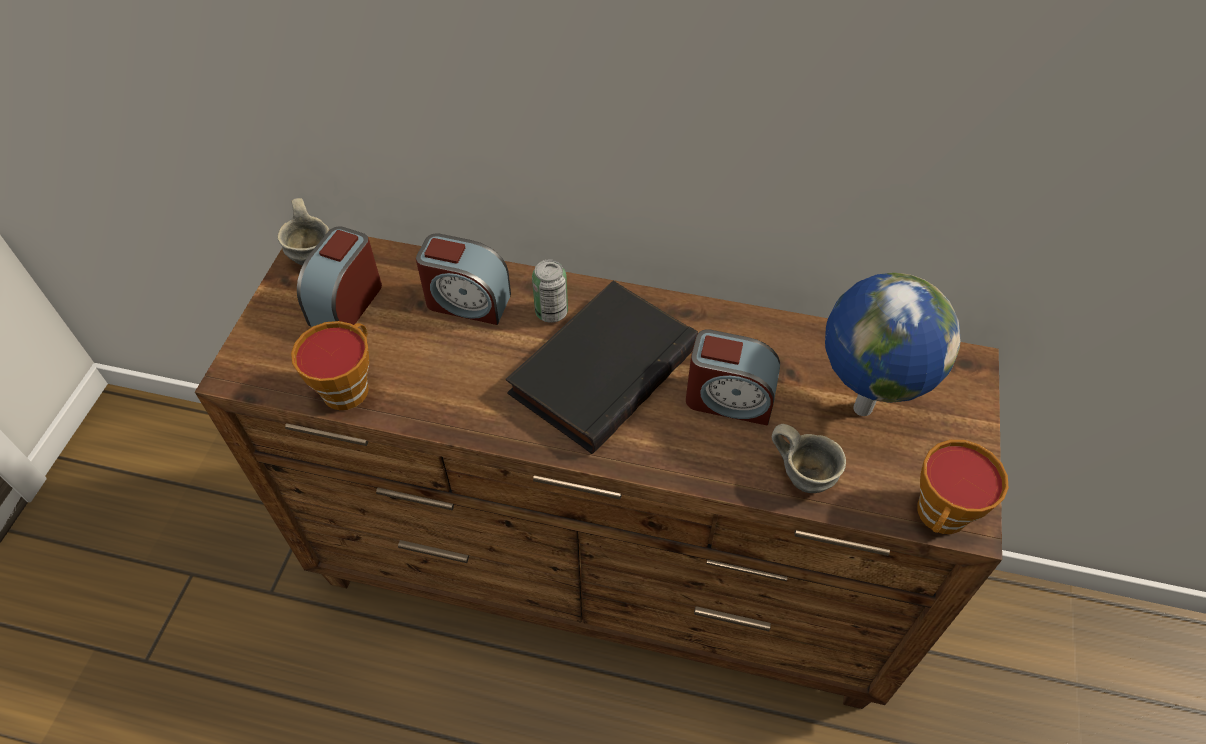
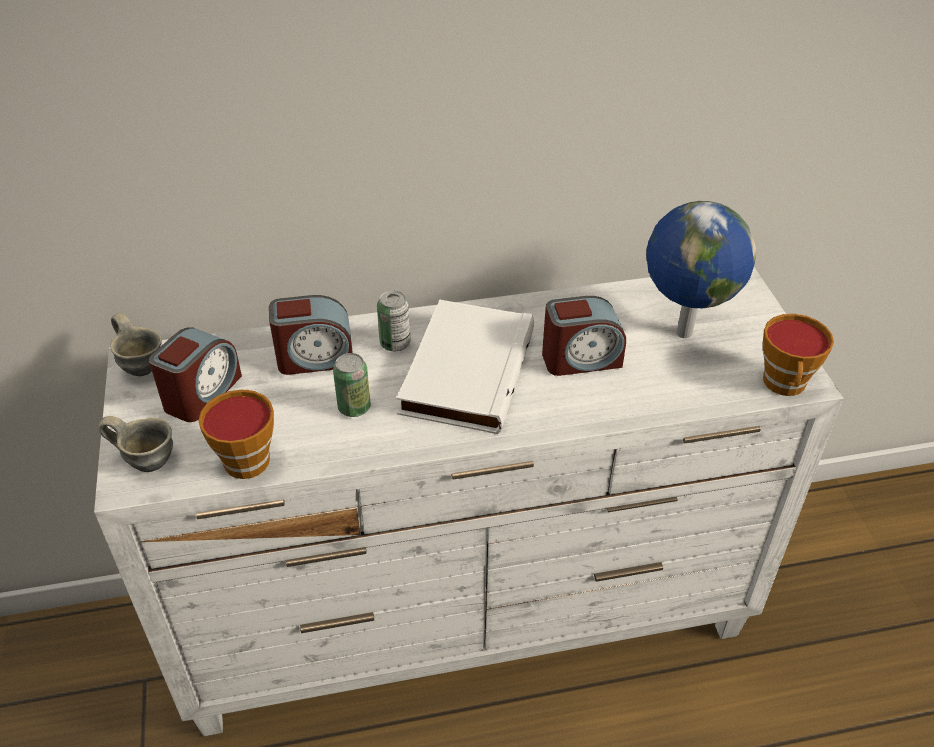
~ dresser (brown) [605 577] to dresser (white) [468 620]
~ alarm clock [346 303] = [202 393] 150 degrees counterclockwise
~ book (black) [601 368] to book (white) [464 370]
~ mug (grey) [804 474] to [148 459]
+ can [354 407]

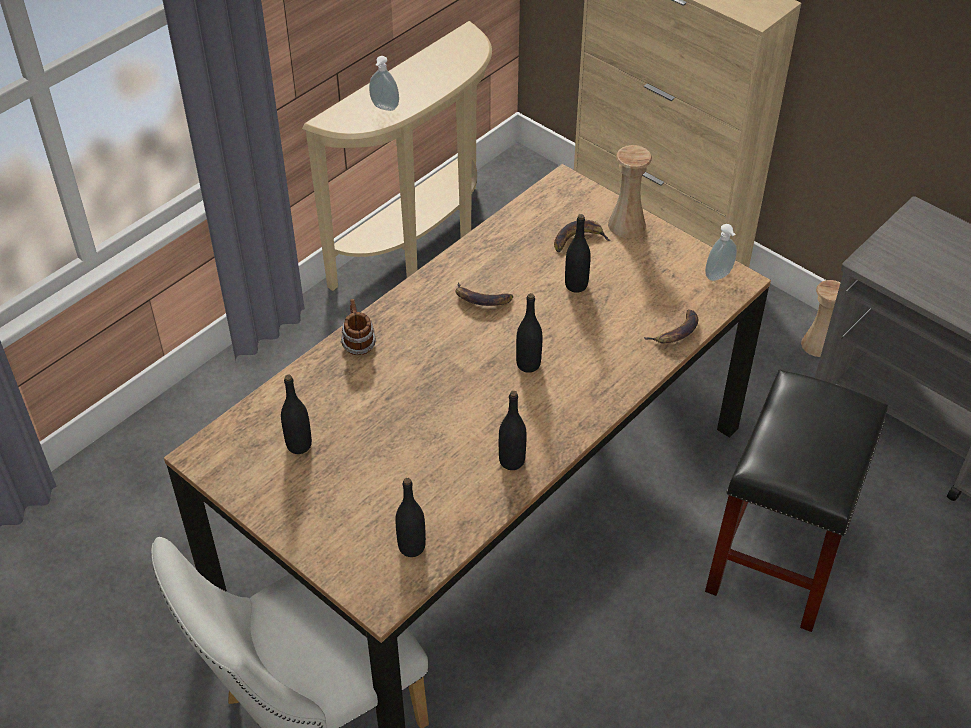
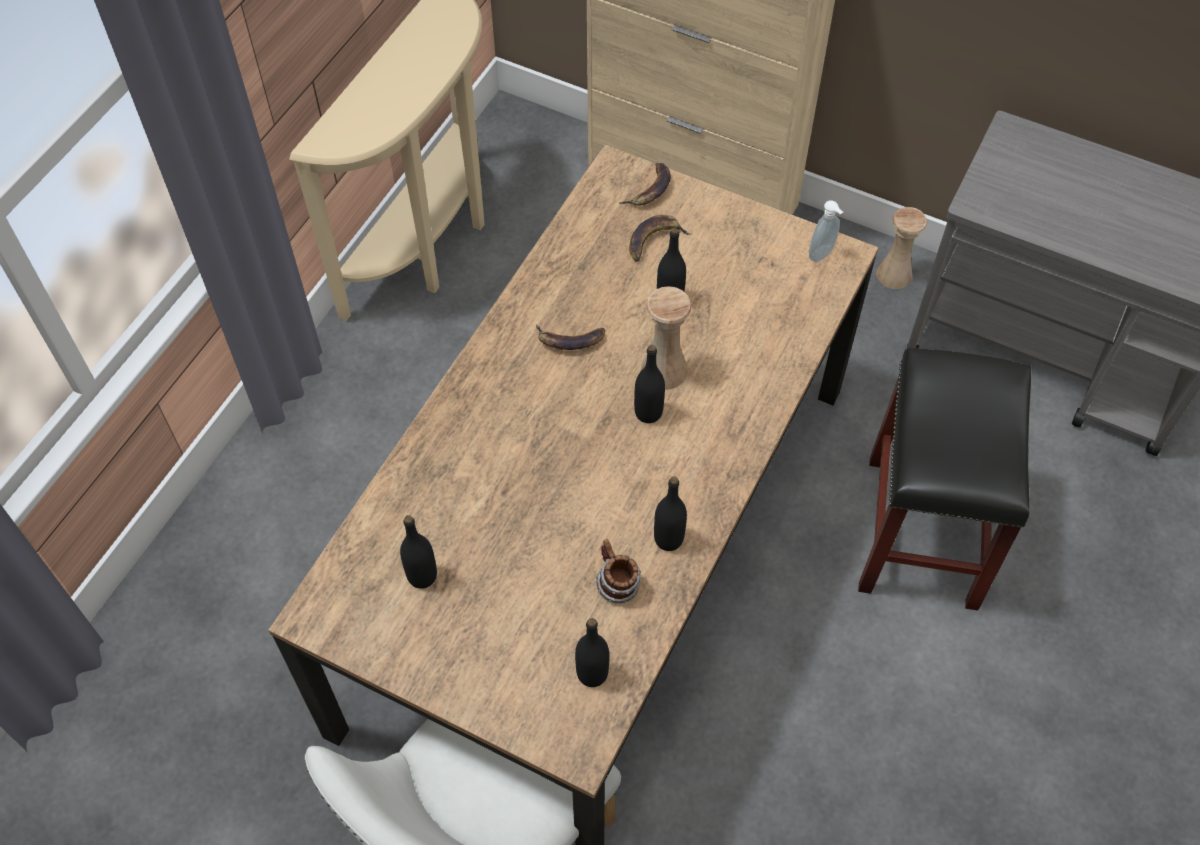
~ mug [358 343] to [616 584]
- soap dispenser [384 108]
~ vase (beige) [626 225] to [664 370]
~ banana [676 332] to [650 190]

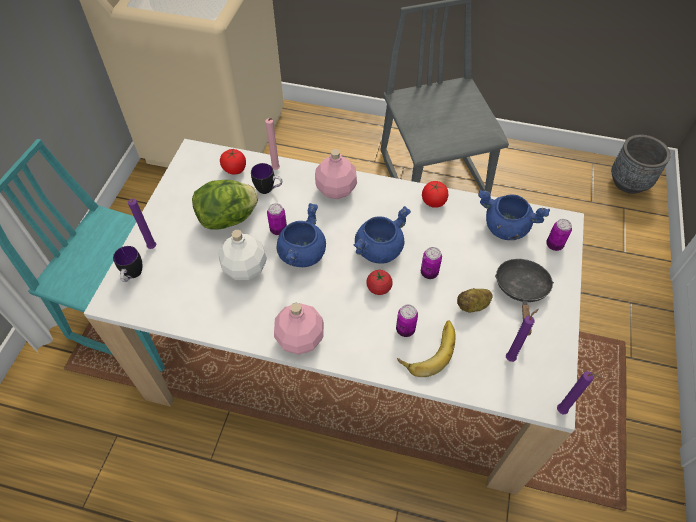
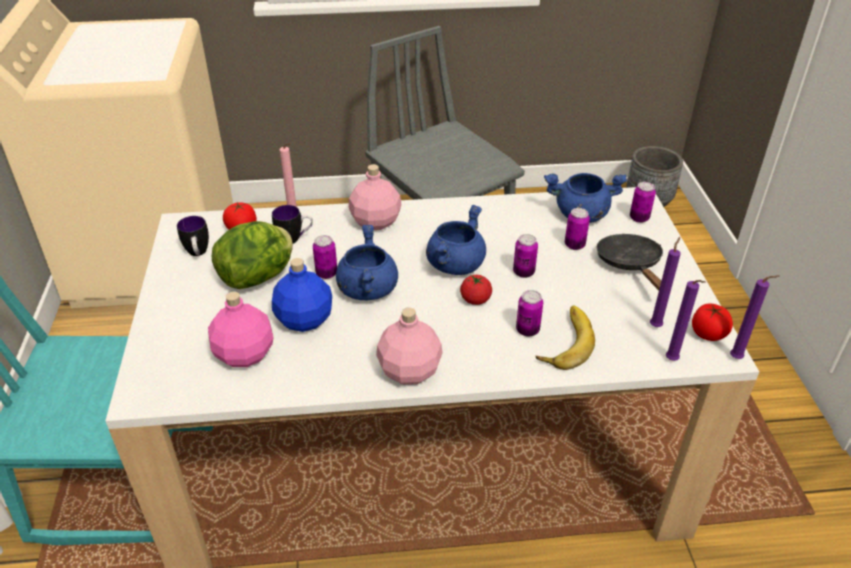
~ mug [132 276] to [198 254]
~ candle (purple) [152 248] to [673 361]
~ bottle (white) [245 267] to bottle (blue) [304 319]
~ tomato [433 201] to [708 333]
- potato [473 306]
+ bottle (pink) [244 355]
+ can [574 245]

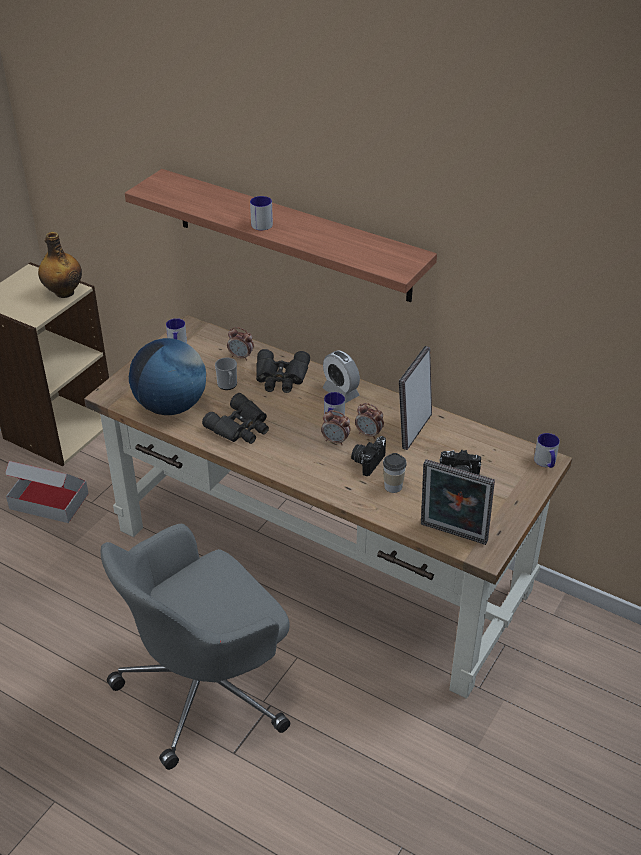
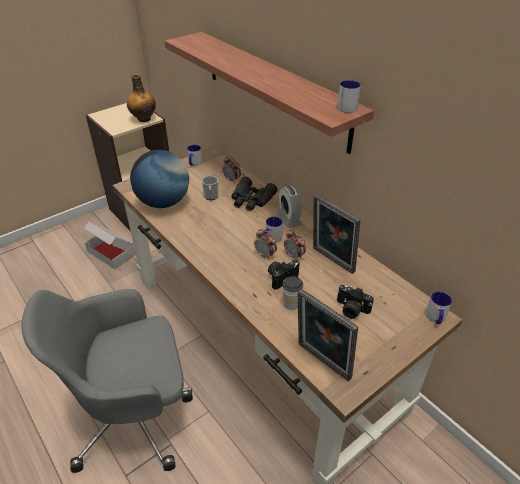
- binoculars (black) [241 427]
~ mug [260 222] to [346 106]
~ picture frame [413 430] = [331 261] 90 degrees counterclockwise

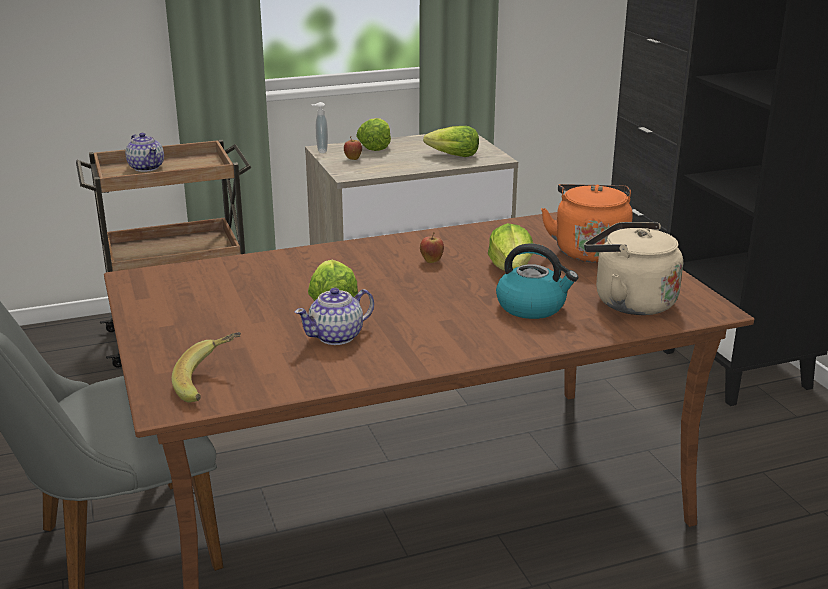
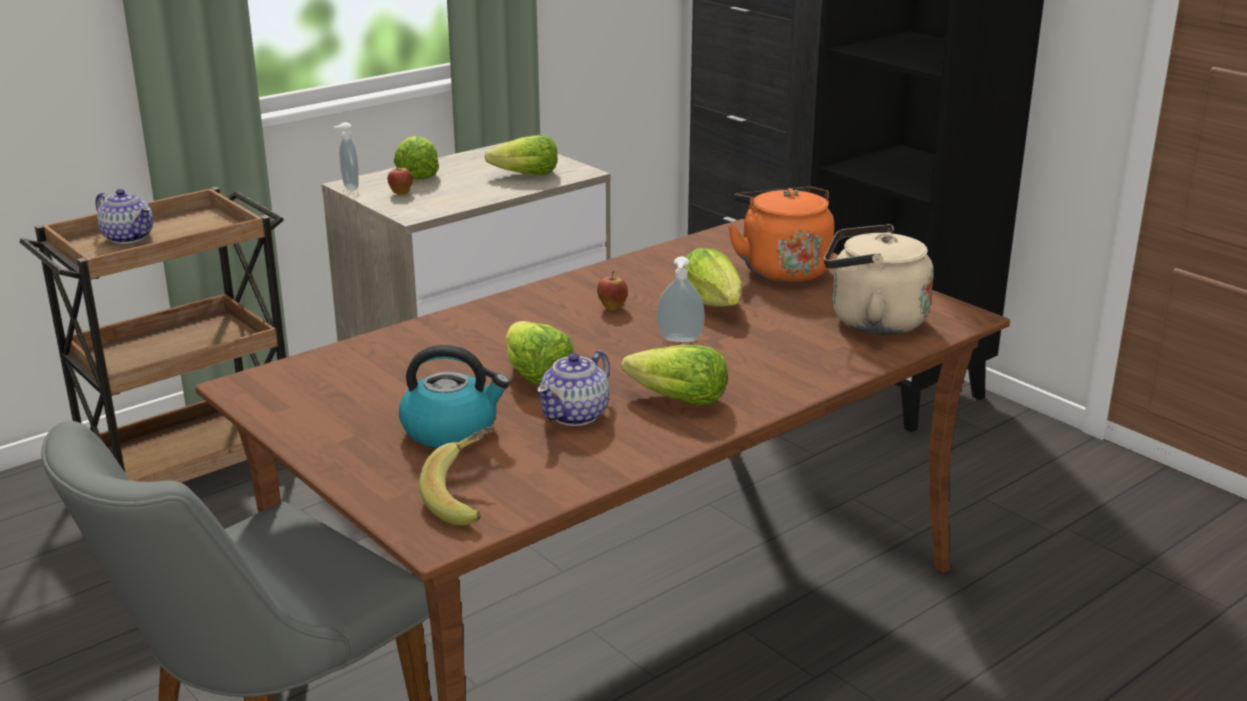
~ kettle [532 307] to [451 429]
+ lettuce [677 400]
+ soap dispenser [679 340]

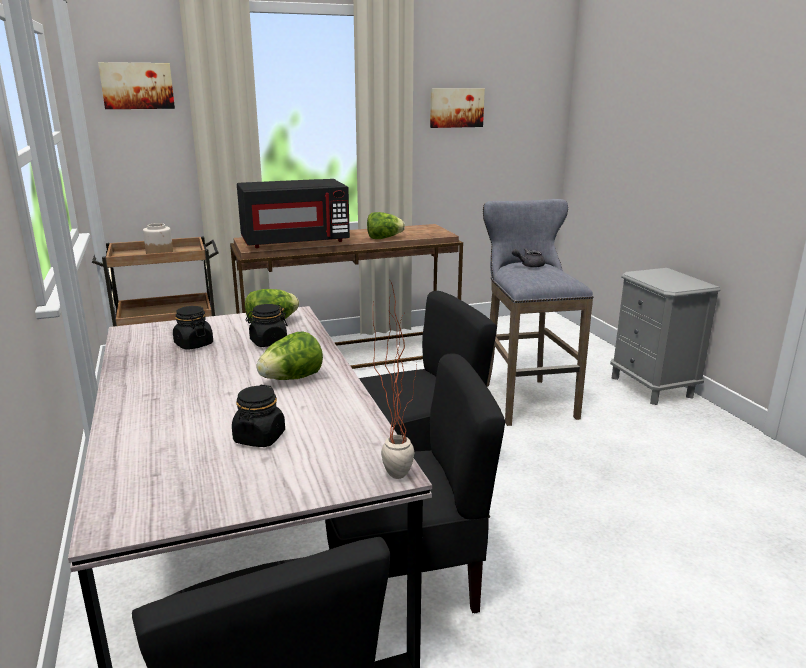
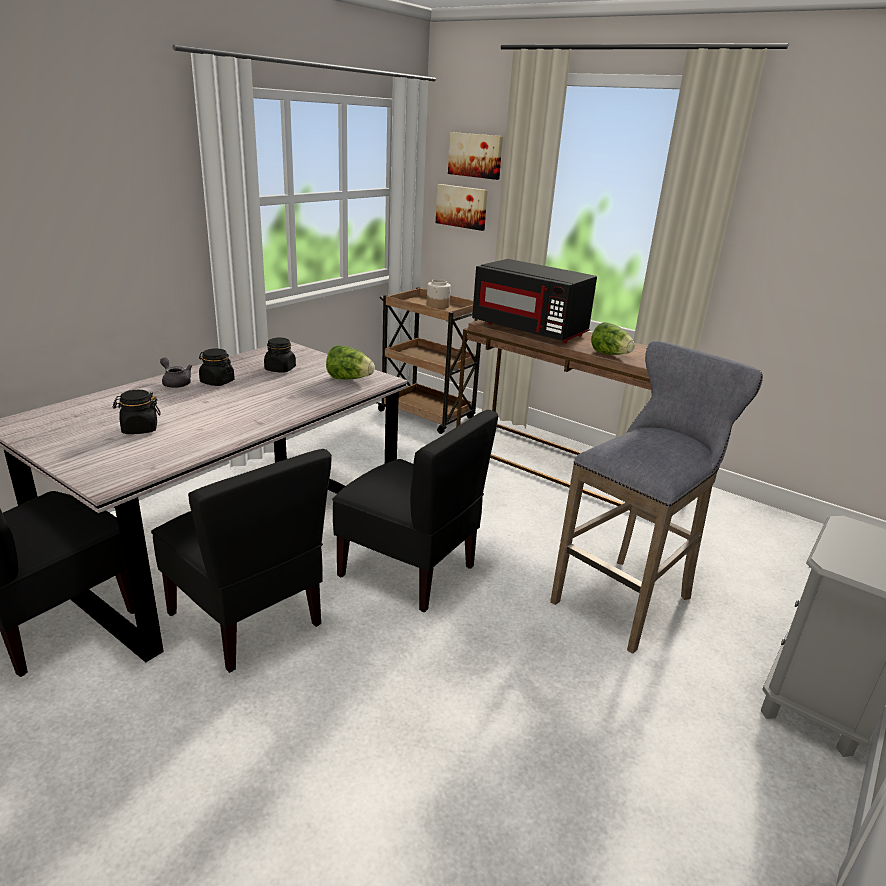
~ jar (black) [268 342] to [217 382]
- lettuce [292 379]
- potted plant [395 469]
~ picture [456 108] to [462 206]
~ teapot (grey) [529 265] to [175 383]

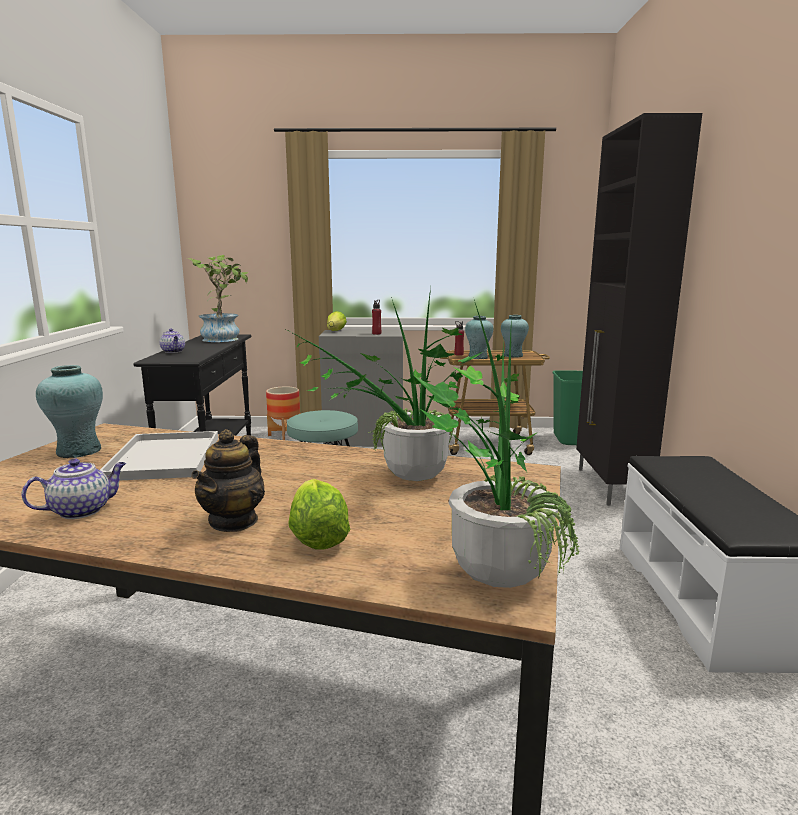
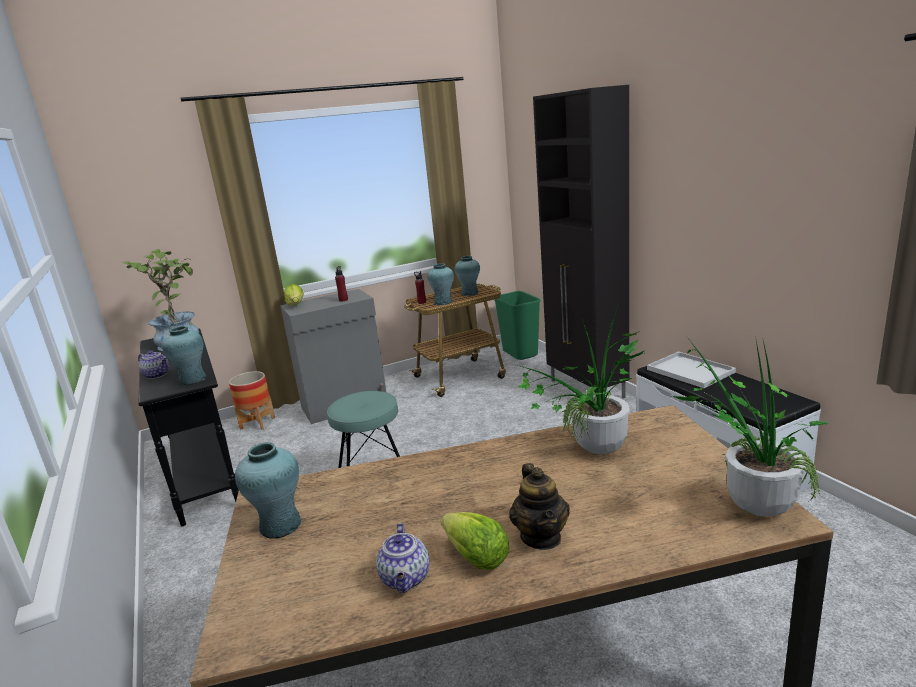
~ teapot [82 510] = [406 579] 150 degrees clockwise
~ tray (white) [163 457] to [688 371]
~ lettuce [317 538] to [476 558]
+ vase (turquoise) [192 380]

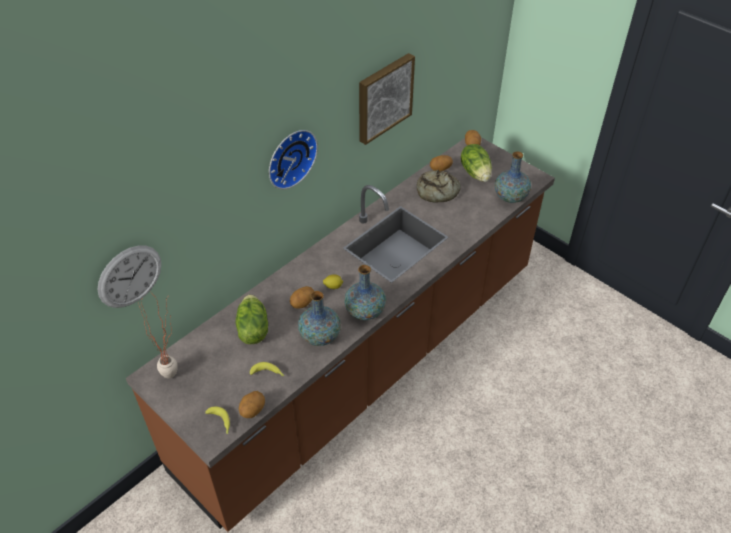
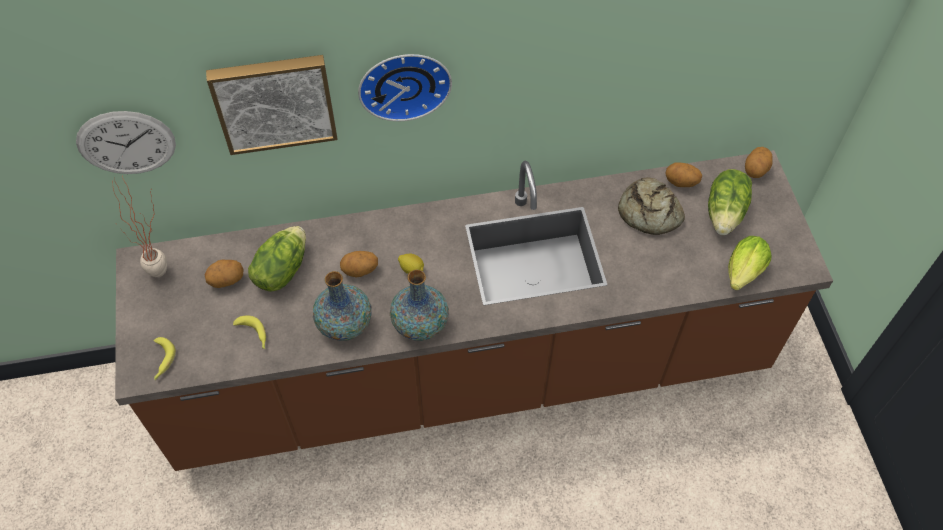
~ potato [252 410] to [227 280]
~ picture [383 97] to [274 101]
~ vase [510 197] to lettuce [742 275]

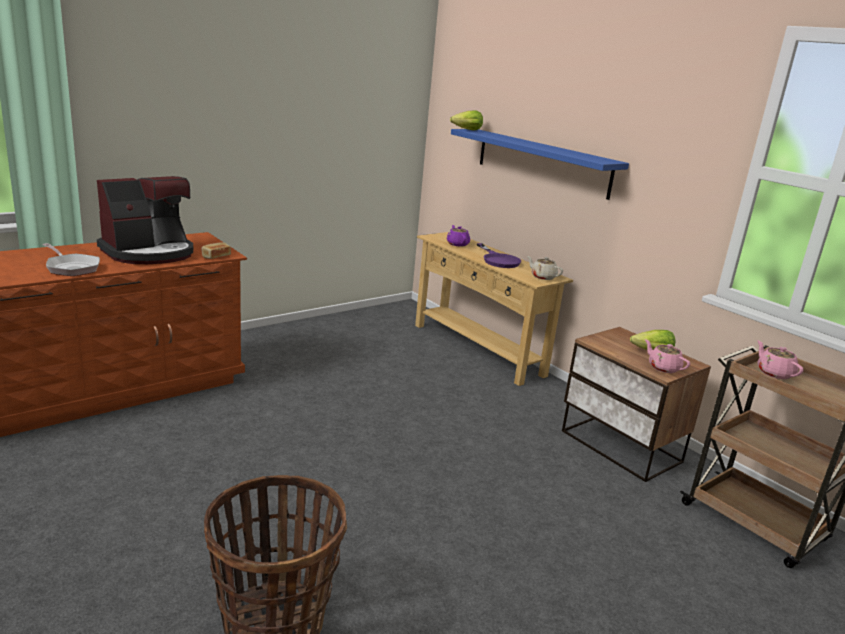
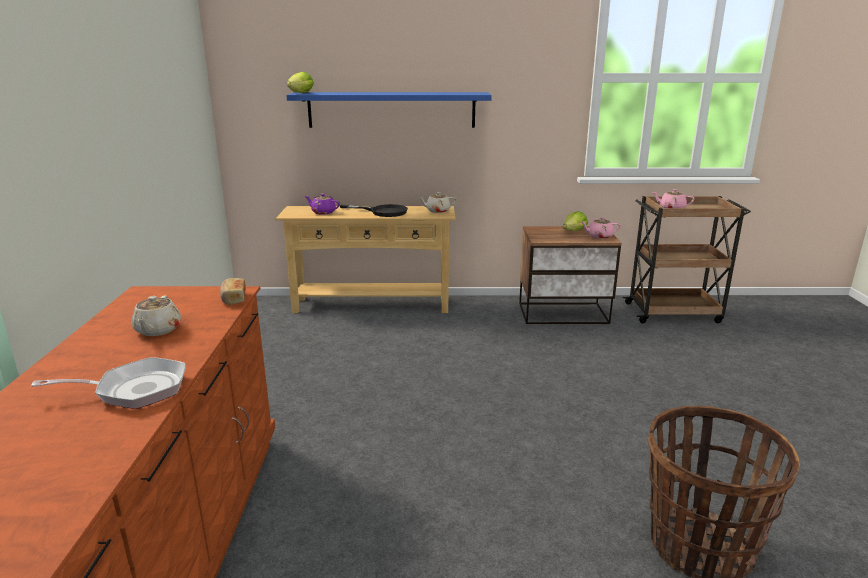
~ coffee machine [149 253] to teapot (beige) [157 330]
~ frying pan (purple) [498 260] to frying pan (black) [382 212]

